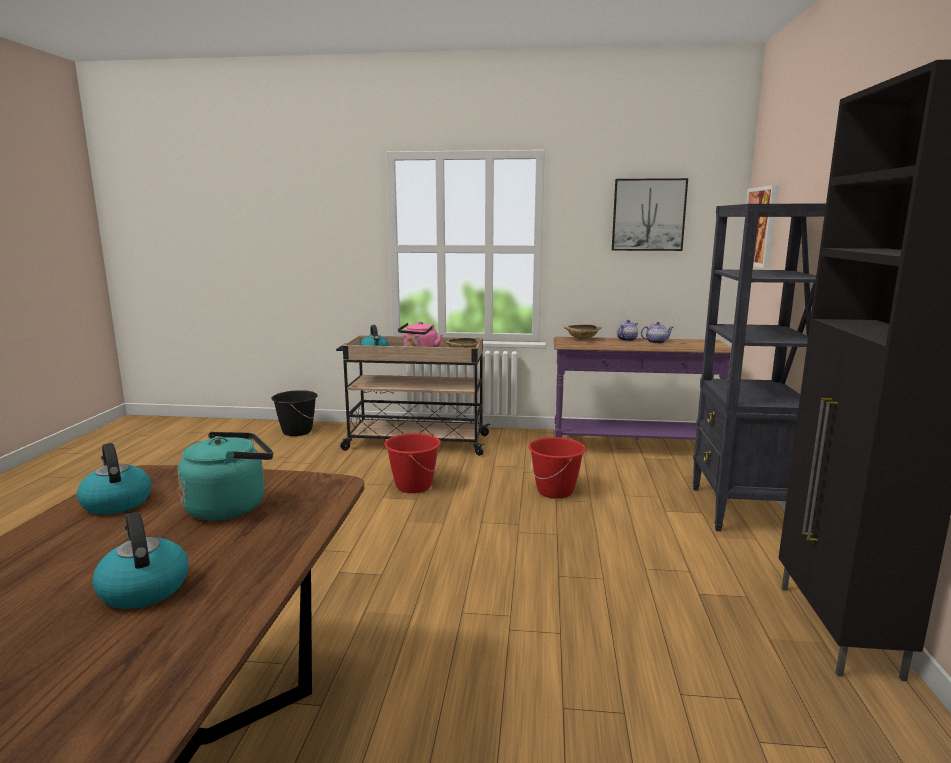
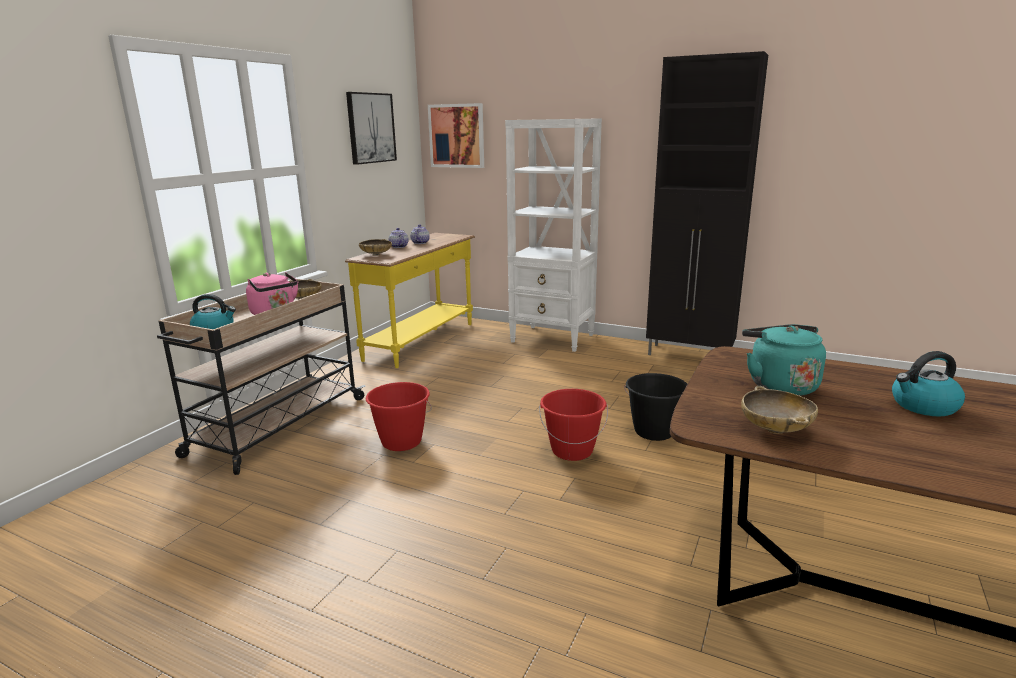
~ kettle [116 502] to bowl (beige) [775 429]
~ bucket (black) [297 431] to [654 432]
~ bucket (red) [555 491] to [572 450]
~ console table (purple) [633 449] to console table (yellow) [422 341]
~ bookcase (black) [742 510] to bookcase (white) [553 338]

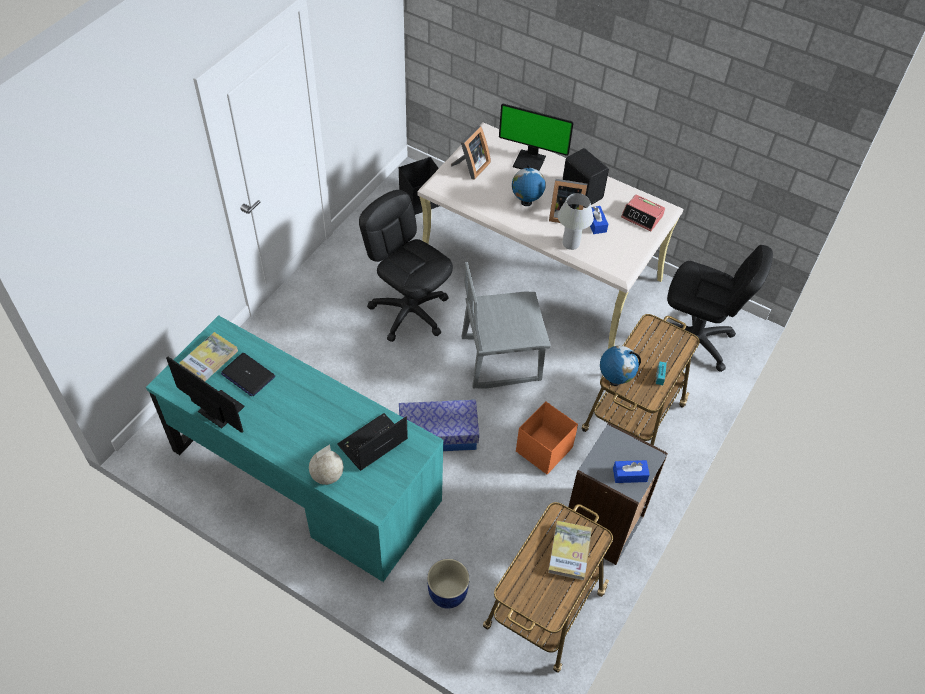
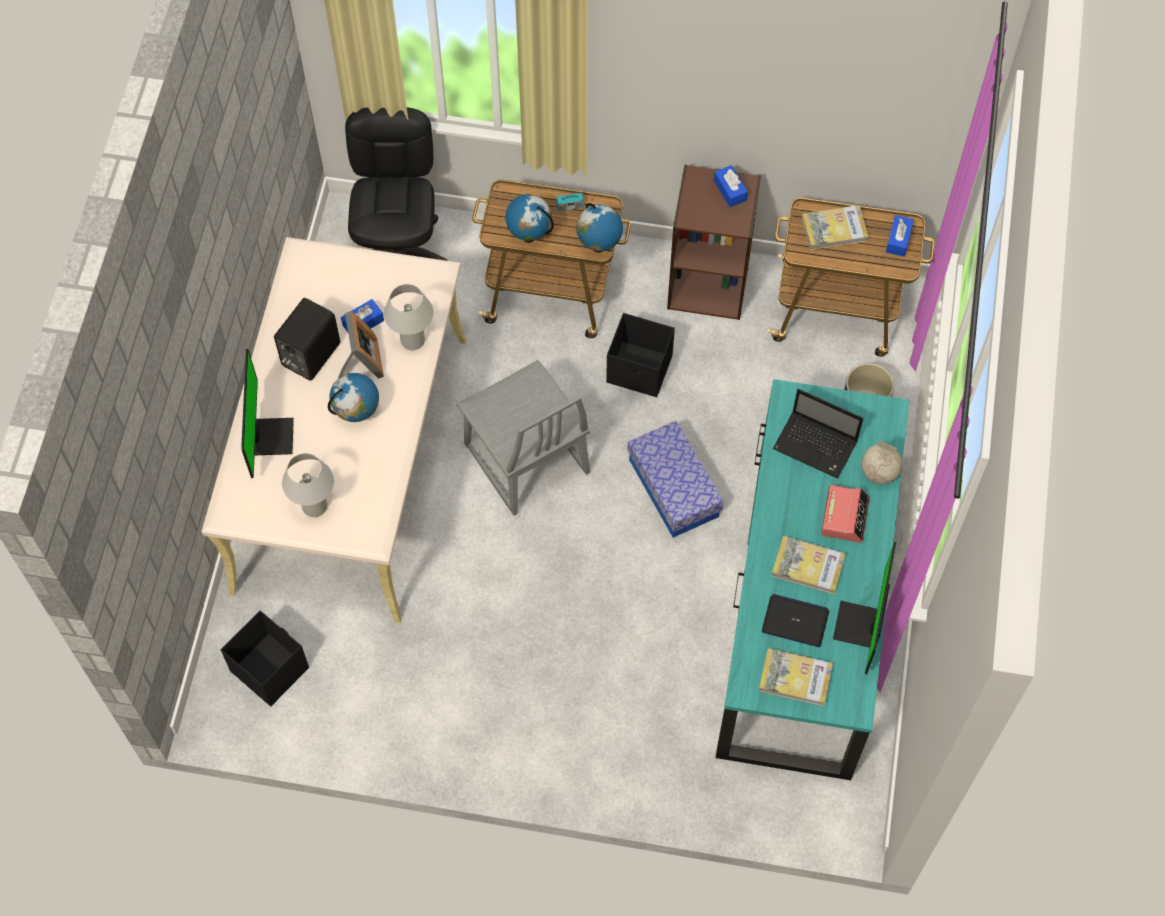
~ laptop [248 375] = [795 621] 90 degrees counterclockwise
- office chair (black) [409 312]
~ picture frame [471 167] to table lamp (white) [315 506]
~ storage box (orange) [543 450] to storage box (black) [640 370]
~ bookcase (grey) [603 526] to bookcase (brown) [708 283]
~ alarm clock [642 217] to [844 516]
+ globe [529 236]
+ book [808 566]
+ tissue box (blue) [898 240]

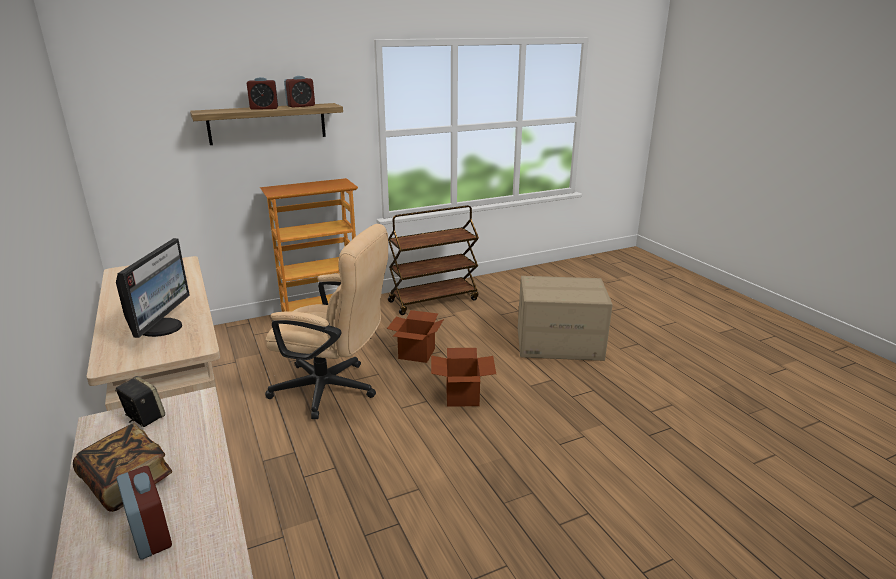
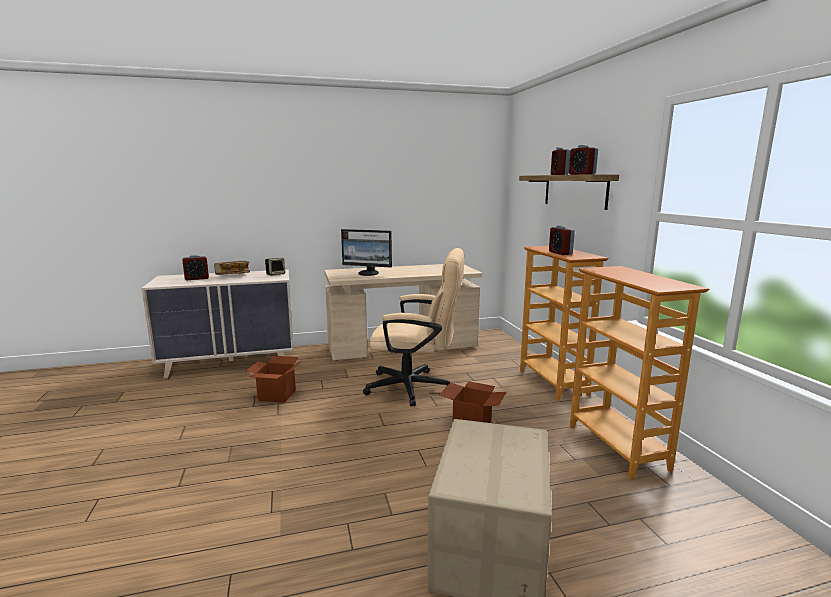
~ office chair (beige) [333 390] = [416 388] 105 degrees counterclockwise
~ cart (brown) [433 300] to bookcase [618 447]
~ cardboard box [462 396] to [277 395]
+ alarm clock [560 253]

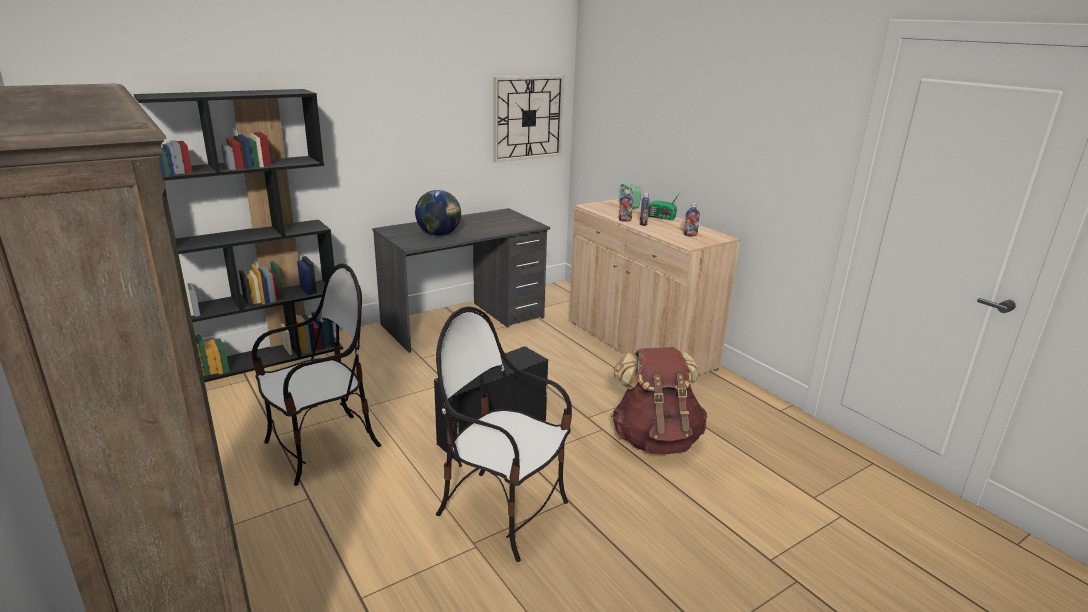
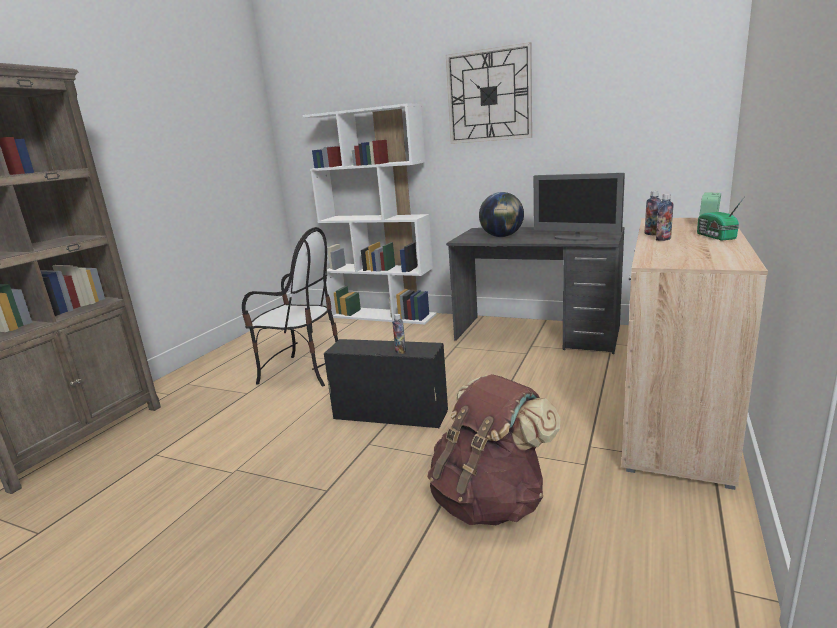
~ bookcase (black) [270 357] to bookcase (white) [383 315]
- chair [503 511]
~ wall clock [528 118] to [489 96]
~ bottle [690 235] to [400 351]
+ monitor [576 238]

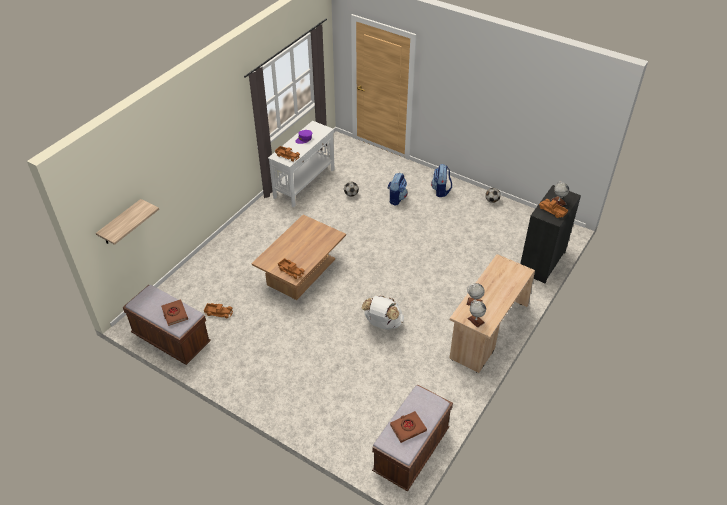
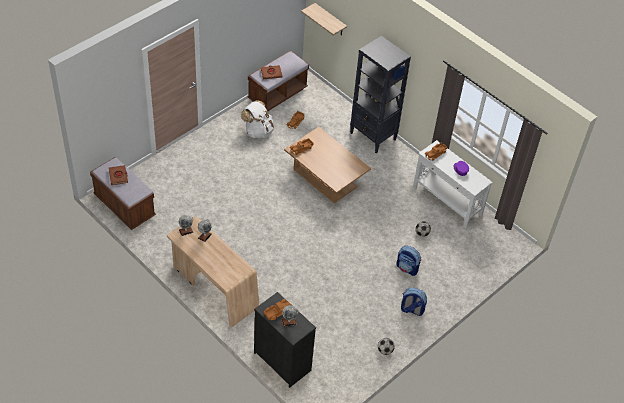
~ backpack (white) [382 323] to [258 131]
+ bookcase (black) [373 137]

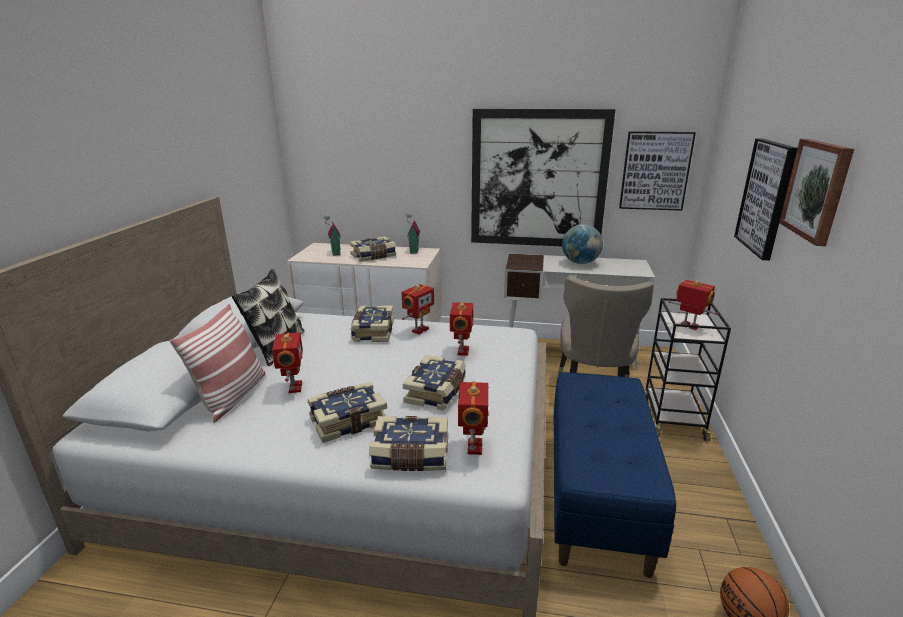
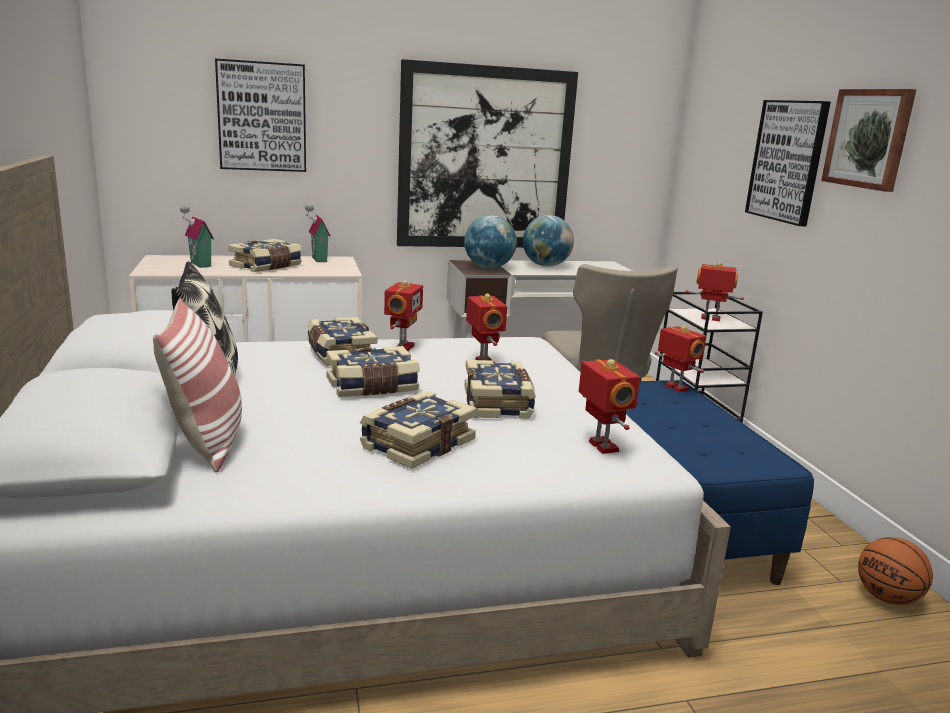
~ toy robot [293 388] to [675 388]
~ book [410 456] to [372 387]
~ picture [655 171] to [262 116]
+ globe [489 267]

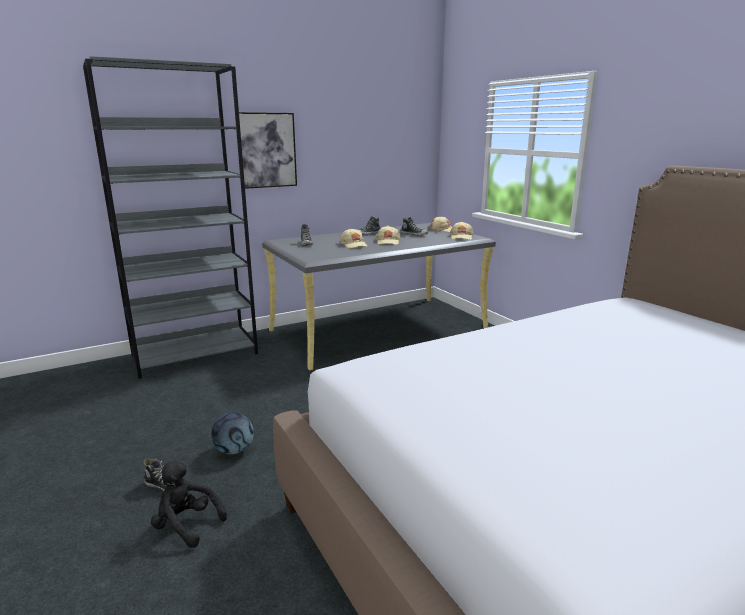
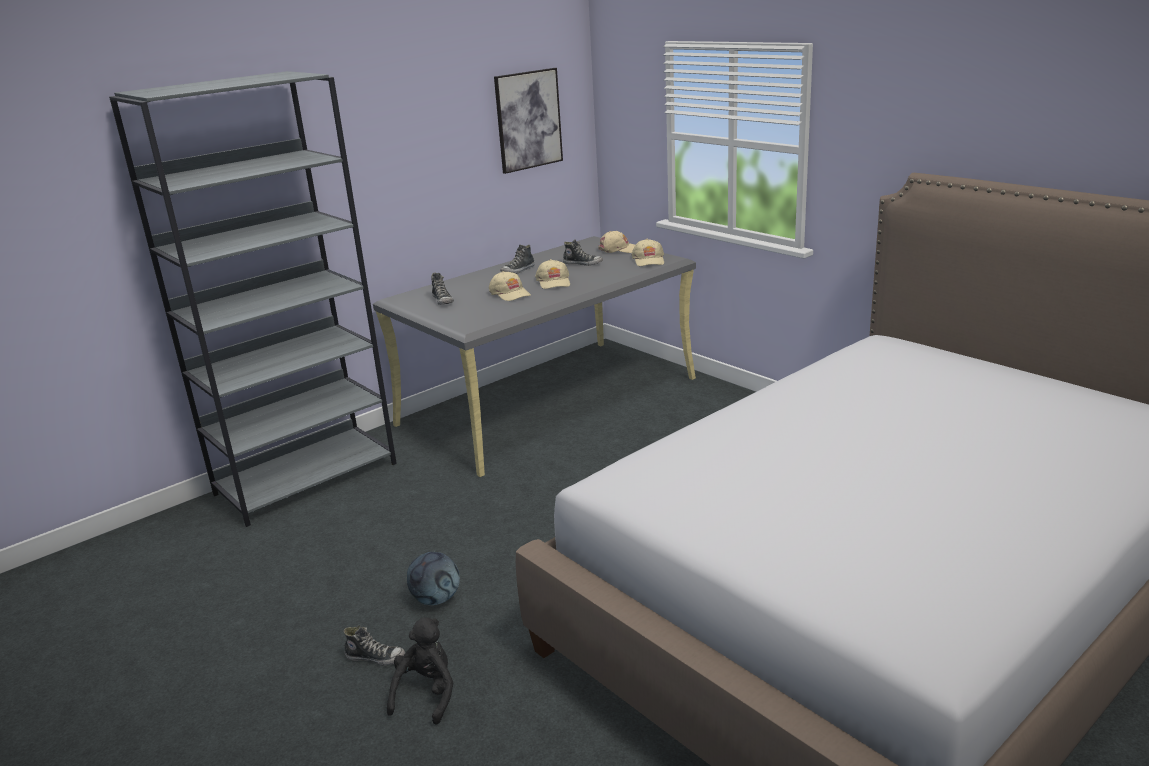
~ plush toy (black) [186 525] = [427 694] 90 degrees clockwise
~ picture [266 150] to [528 120]

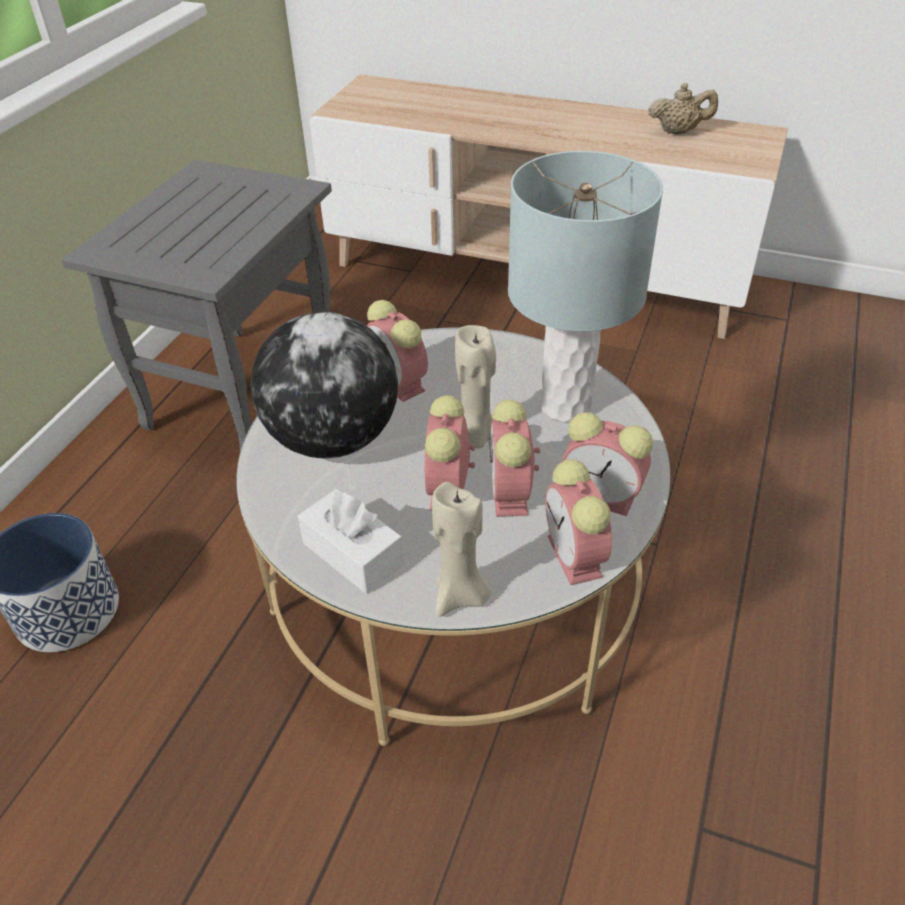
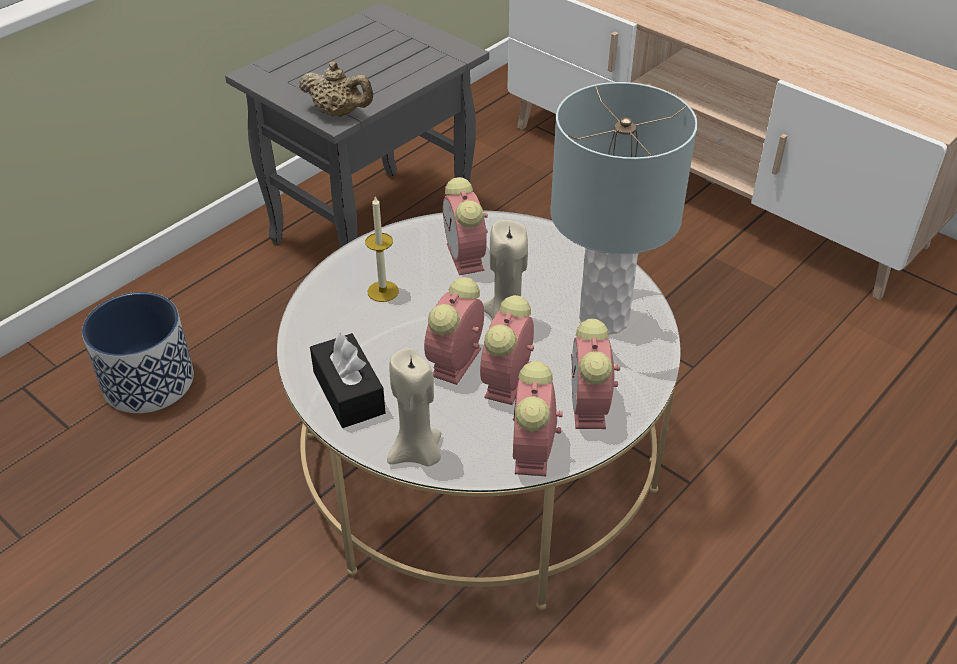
~ globe [333 438] to candle [383 291]
~ tissue box (white) [353 553] to tissue box (black) [349 392]
~ alarm clock [604 496] = [589 409] 45 degrees clockwise
~ teapot (beige) [678 131] to [339 113]

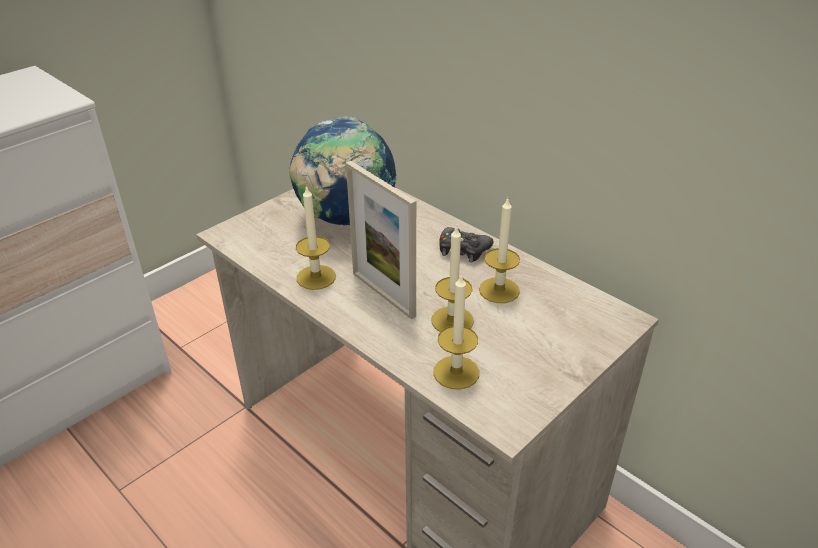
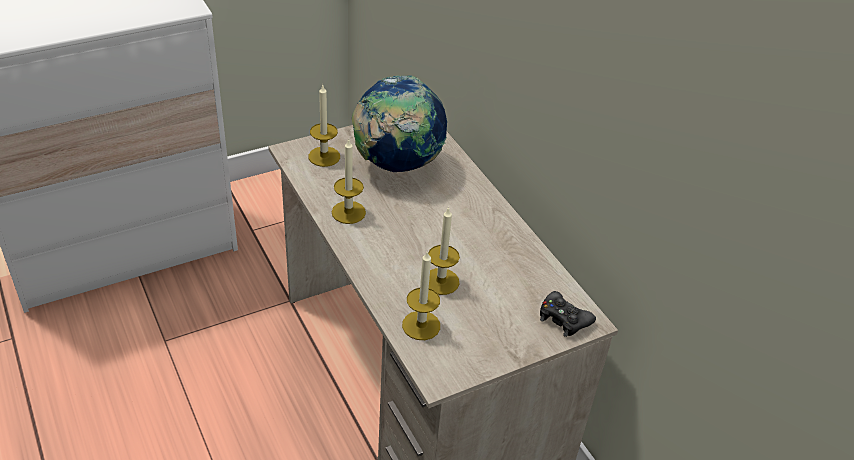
- picture frame [383 294]
~ game controller (black) [463 250] to [563 319]
~ candle [499 290] to [324 156]

